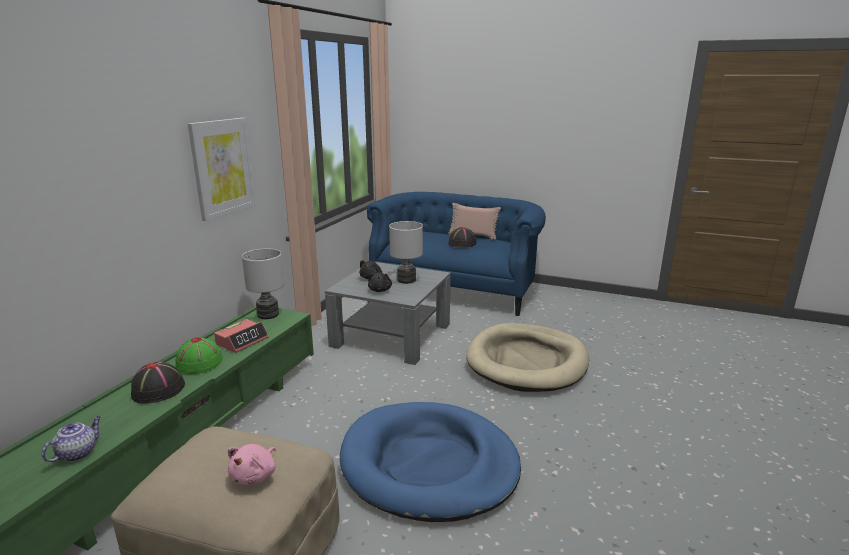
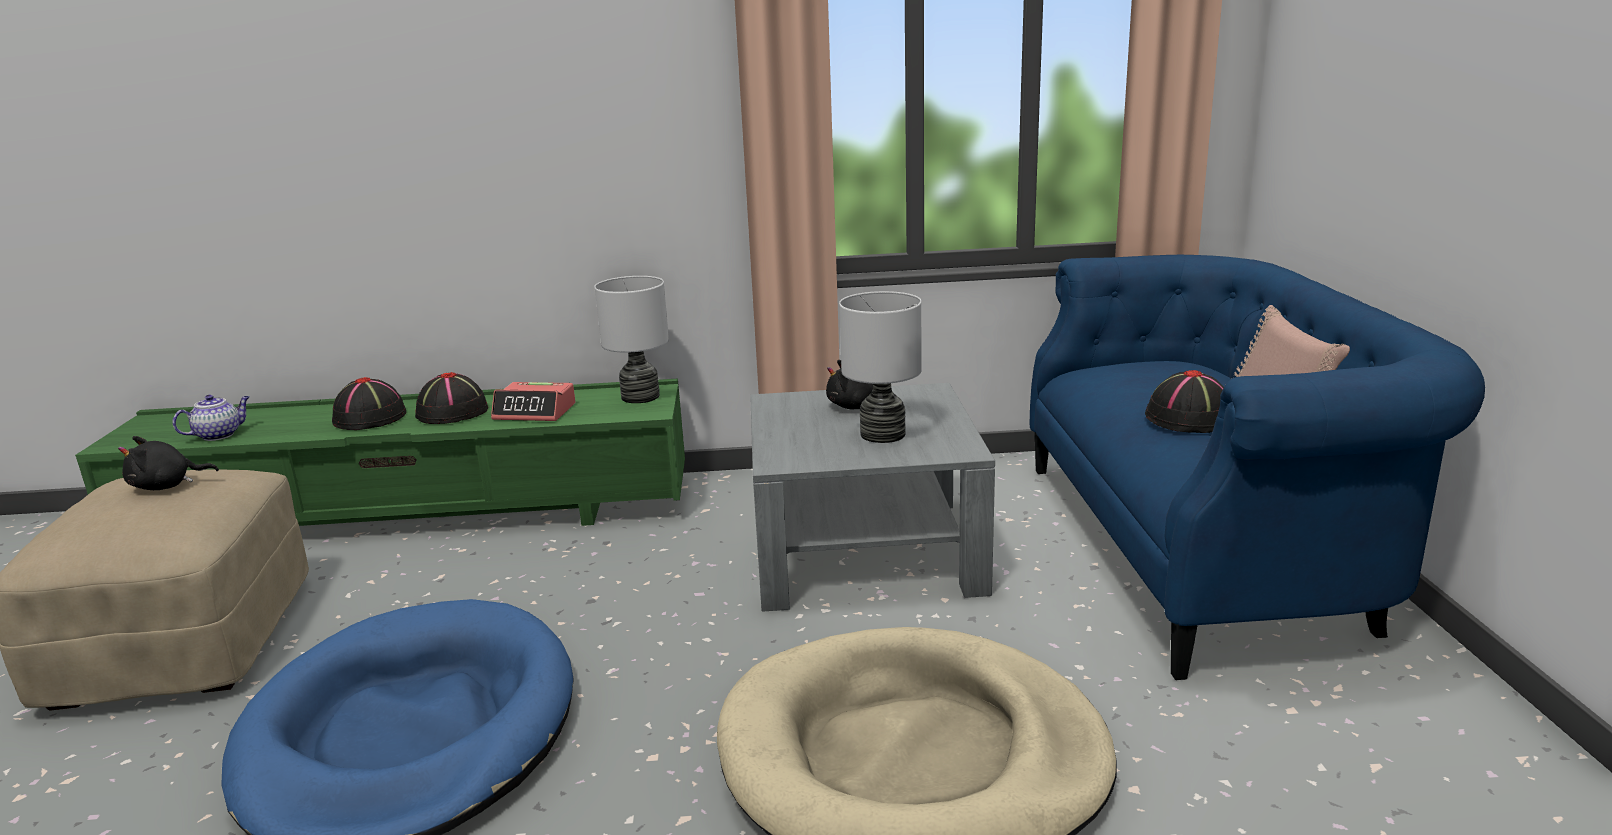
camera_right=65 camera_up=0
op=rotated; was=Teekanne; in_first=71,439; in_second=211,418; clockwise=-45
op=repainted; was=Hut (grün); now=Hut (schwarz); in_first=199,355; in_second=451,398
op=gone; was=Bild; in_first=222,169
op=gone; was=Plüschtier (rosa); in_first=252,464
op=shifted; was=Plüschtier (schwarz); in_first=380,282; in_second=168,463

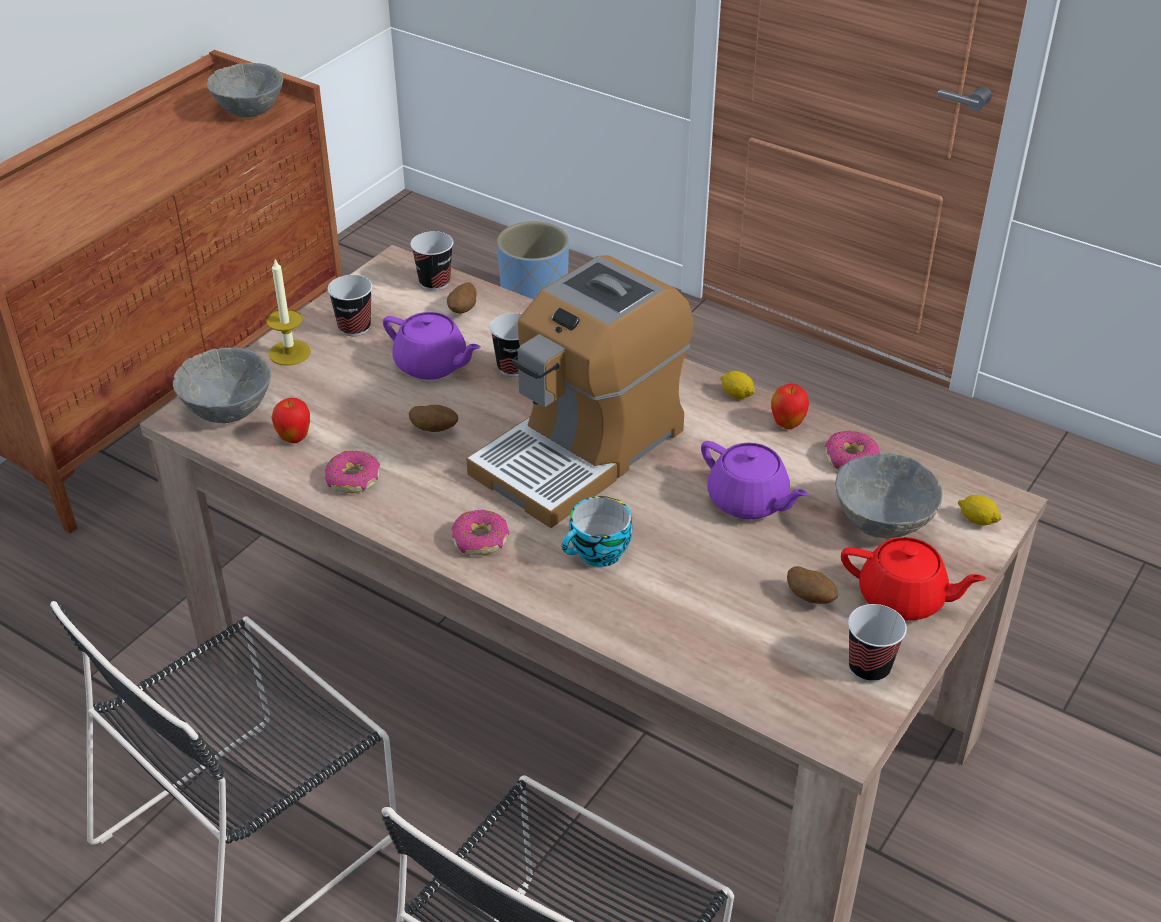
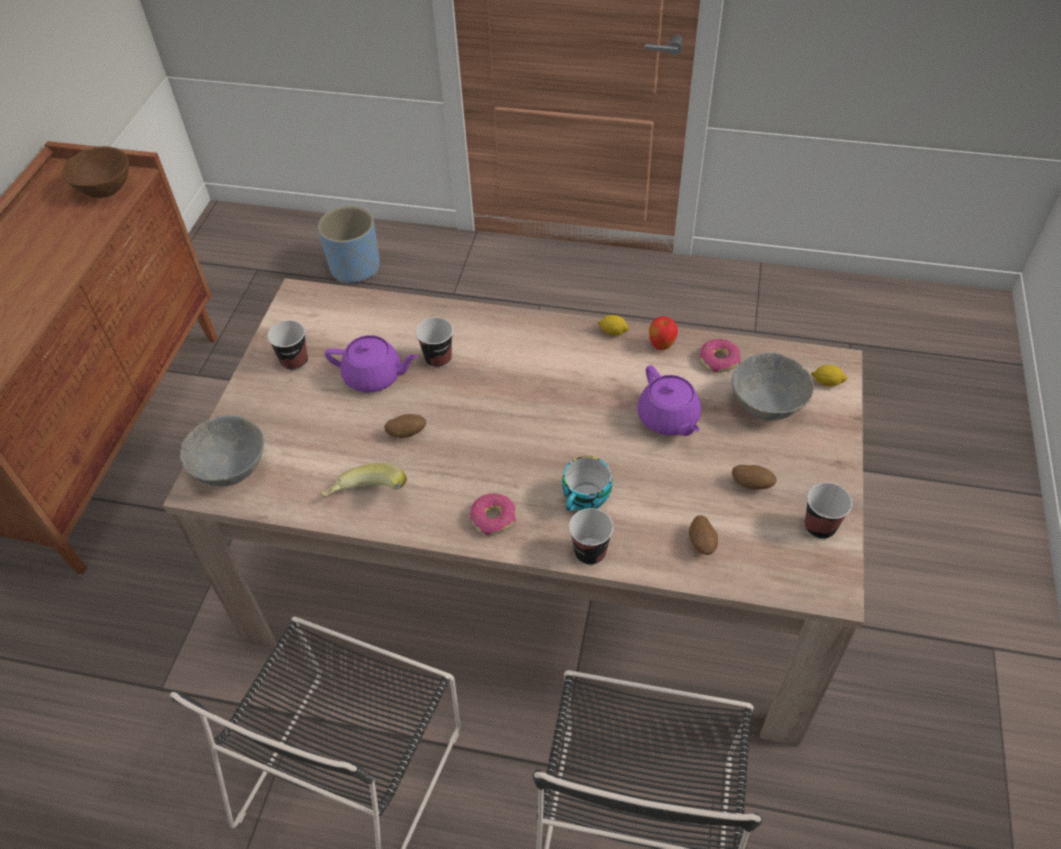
camera_right=-20 camera_up=10
op=repainted; was=Schüssel (grau); now=Schüssel (braun); in_first=245,90; in_second=95,172
op=gone; was=Kerze; in_first=288,312
op=gone; was=Apfel; in_first=290,420
op=swapped; was=Donut; now=Banane; in_first=352,472; in_second=364,480
op=shifted; was=Tasse; in_first=431,261; in_second=591,536
op=shifted; was=Kartoffel; in_first=461,298; in_second=703,535
op=gone; was=Kaffeemaschine; in_first=580,391
op=rotated; was=Teekanne (lila); in_first=755,480; in_second=669,400; clockwise=45
op=gone; was=Teekanne (rot); in_first=913,578

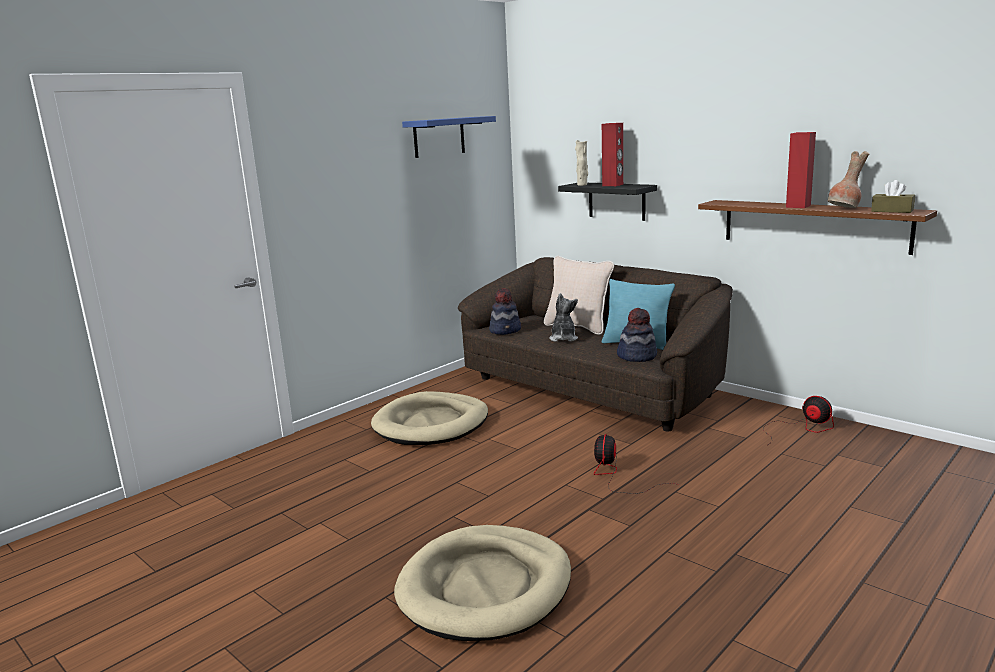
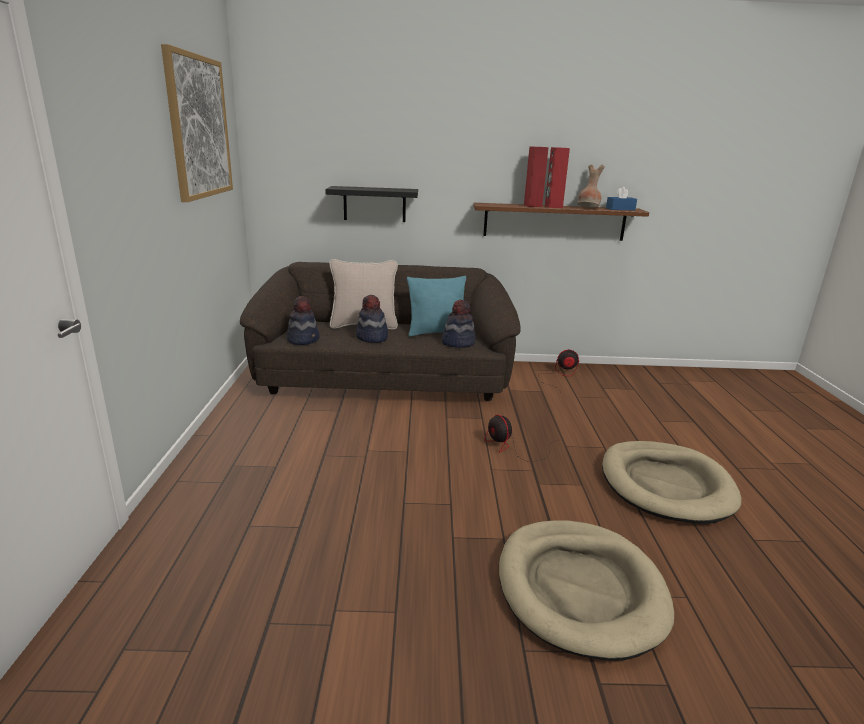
camera_right=-45 camera_up=5
op=shifted; was=Hundebett (beige); in_first=429,418; in_second=671,482
op=swapped; was=Wandregal (blau); now=Bild; in_first=449,137; in_second=197,123
op=swapped; was=Plüschtier; now=Hut; in_first=563,317; in_second=372,319
op=gone; was=Vase (beige); in_first=581,163
op=shifted; was=Lautsprecher (rot); in_first=612,154; in_second=536,176
op=repainted; was=Taschentuchbox (braun); now=Taschentuchbox (blau); in_first=893,196; in_second=621,198

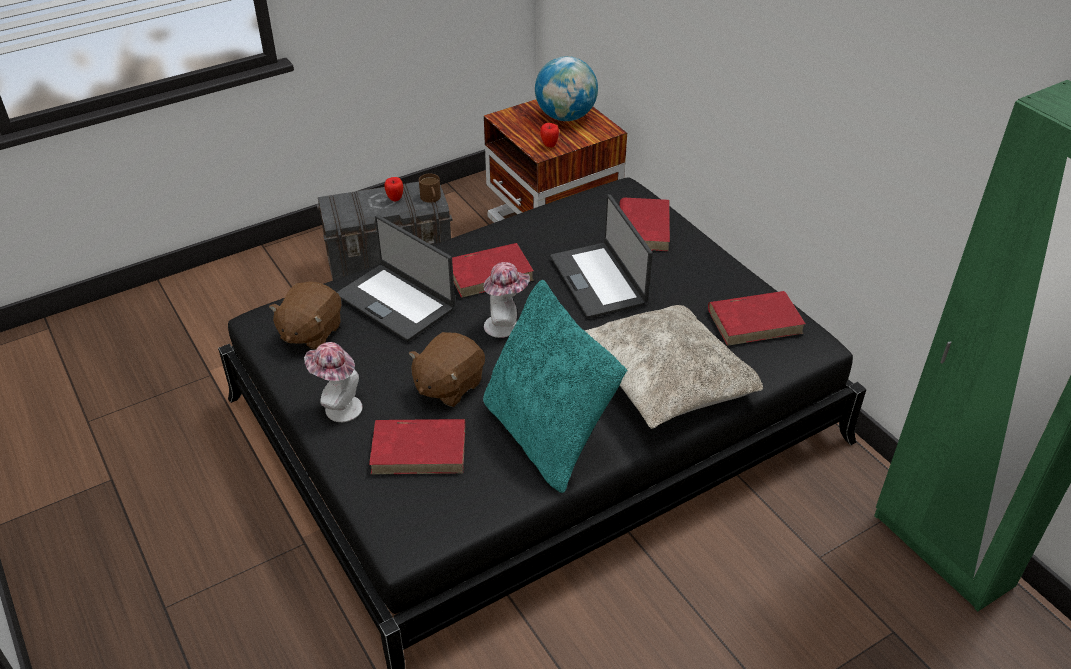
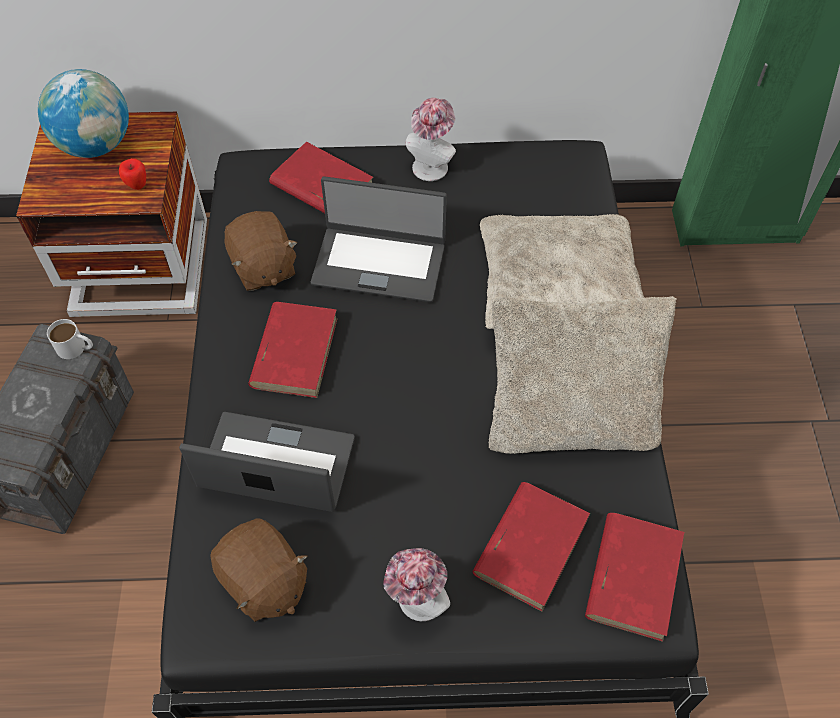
camera_right=-60 camera_up=15
op=rotated; was=Laptop; in_first=396,278; in_second=267,462; clockwise=-150
op=gone; was=Apfel; in_first=394,189
op=shifted; was=Plüschtier (braun); in_first=447,369; in_second=260,251
op=repainted; was=Henkelbecher (braun); now=Henkelbecher (weiß); in_first=430,188; in_second=70,339
op=repainted; was=Kissen (türkis); now=Kissen (beige); in_first=555,386; in_second=582,375
op=shifted; was=Hut; in_first=507,300; in_second=430,139
op=shifted; was=Buch (rot); in_first=757,318; in_second=635,577

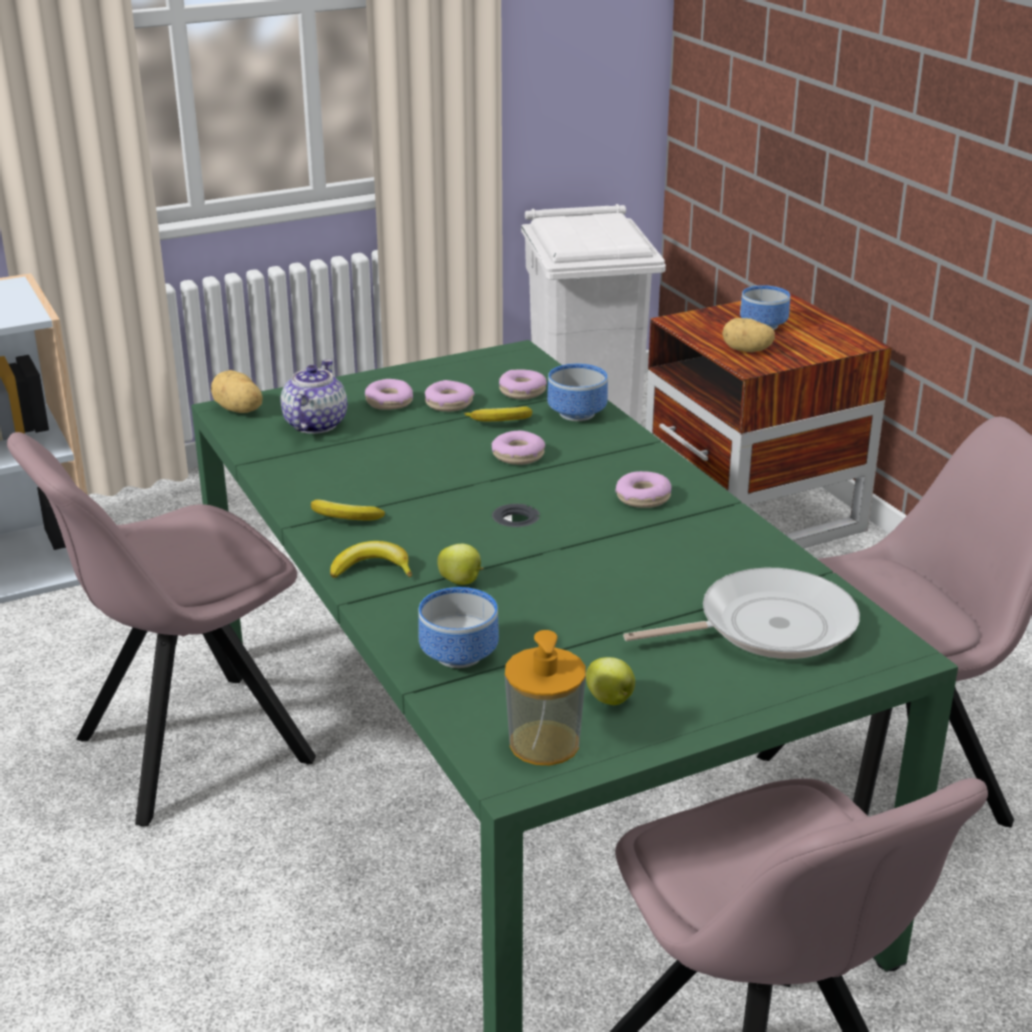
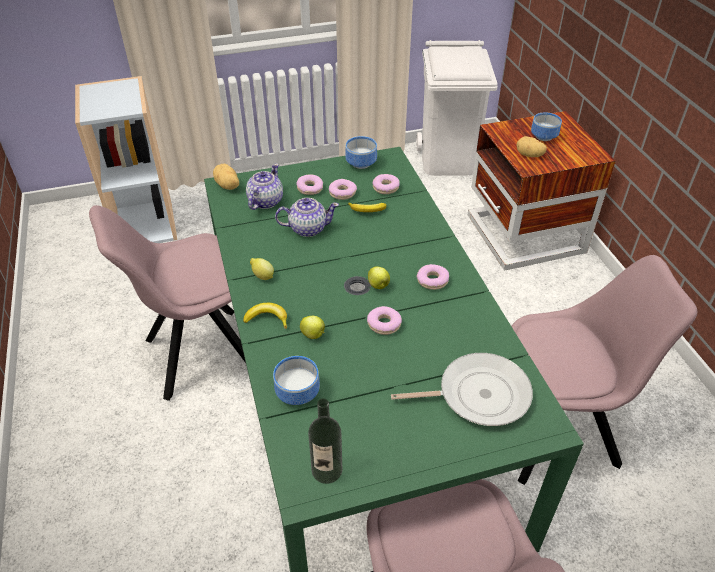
camera_right=10 camera_up=15
op=swapped; was=Banane; now=Zitrone; in_first=348,510; in_second=262,269
op=shifted; was=Donut; in_first=518,448; in_second=384,320
op=swapped; was=Seifenspender; now=Flasche; in_first=545,697; in_second=325,441
op=shifted; was=Schüssel; in_first=577,392; in_second=361,152
op=shifted; was=Apfel; in_first=610,681; in_second=379,277
op=new; now=Teekanne; in_second=307,217

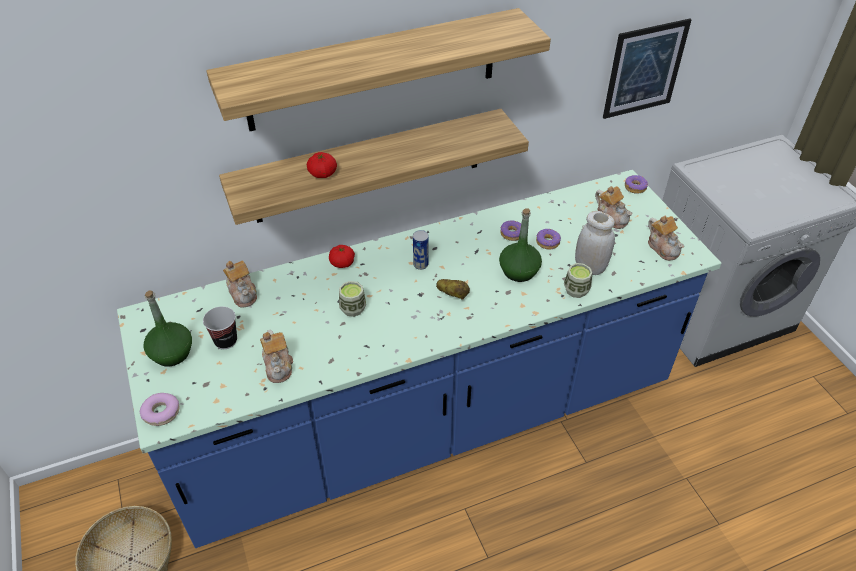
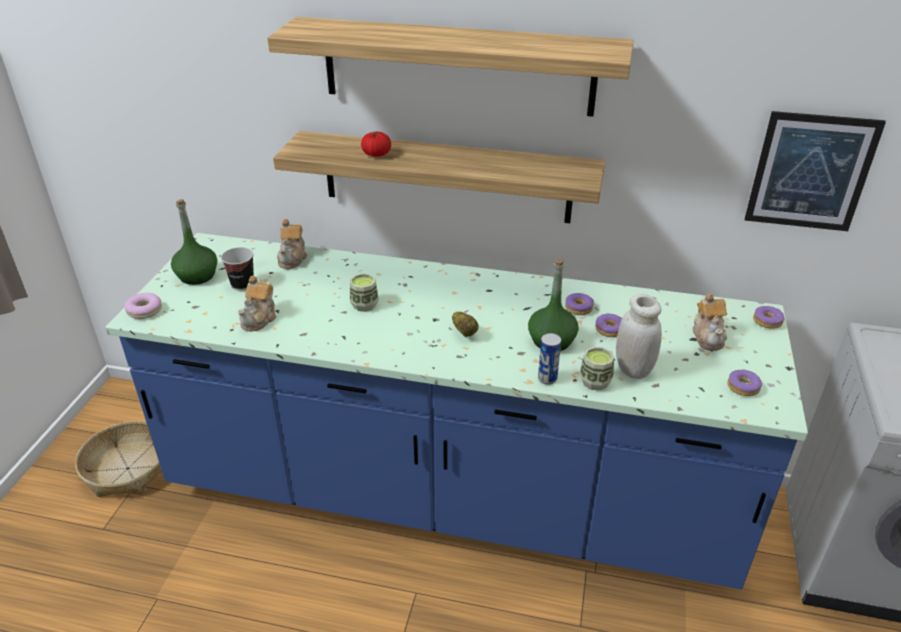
camera_right=35 camera_up=-10
op=gone; was=Tomate; in_first=342,256
op=shifted; was=Dose; in_first=421,250; in_second=549,359
op=swapped; was=Teekanne; now=Donut; in_first=666,238; in_second=744,383

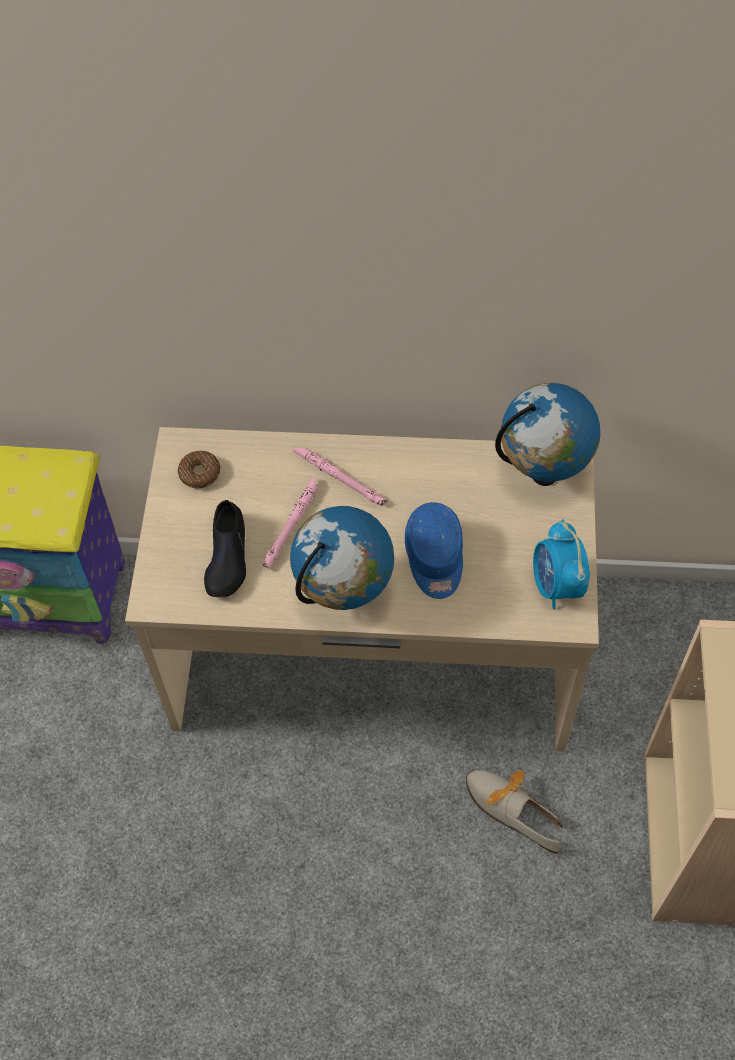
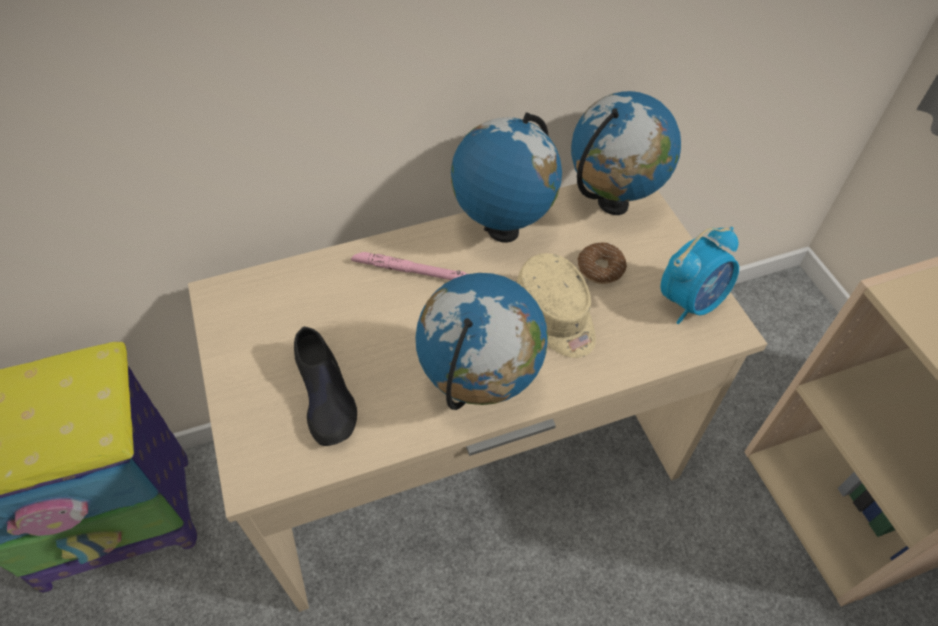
camera_right=-25 camera_up=-5
op=shifted; was=Donut; in_first=199,470; in_second=602,263
op=gone; was=Taschenlampe (rosa); in_first=290,523
op=repainted; was=Kappe (blau); now=Kappe (beige); in_first=434,550; in_second=556,305
op=gone; was=Schuh; in_first=514,812
op=rotated; was=Wecker; in_first=561,564; in_second=700,275; clockwise=-90
op=new; now=Globus; in_second=506,178

